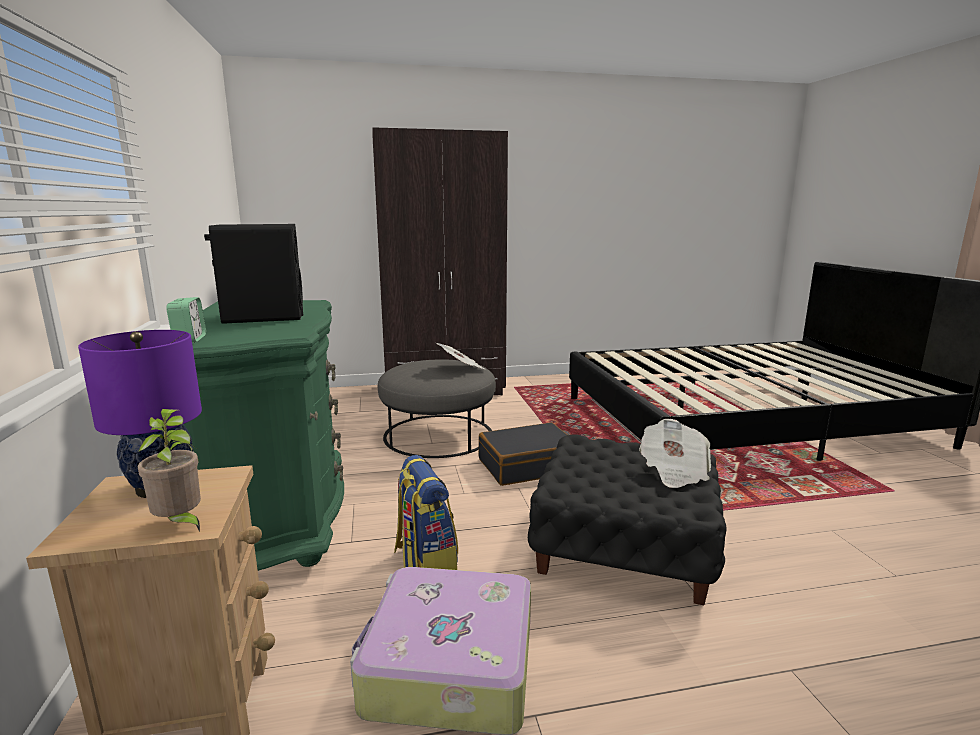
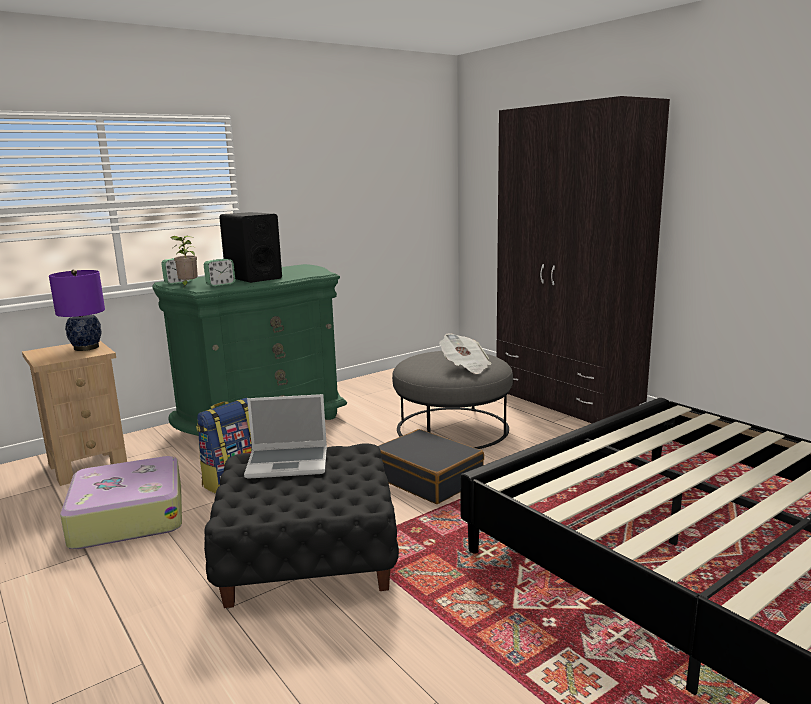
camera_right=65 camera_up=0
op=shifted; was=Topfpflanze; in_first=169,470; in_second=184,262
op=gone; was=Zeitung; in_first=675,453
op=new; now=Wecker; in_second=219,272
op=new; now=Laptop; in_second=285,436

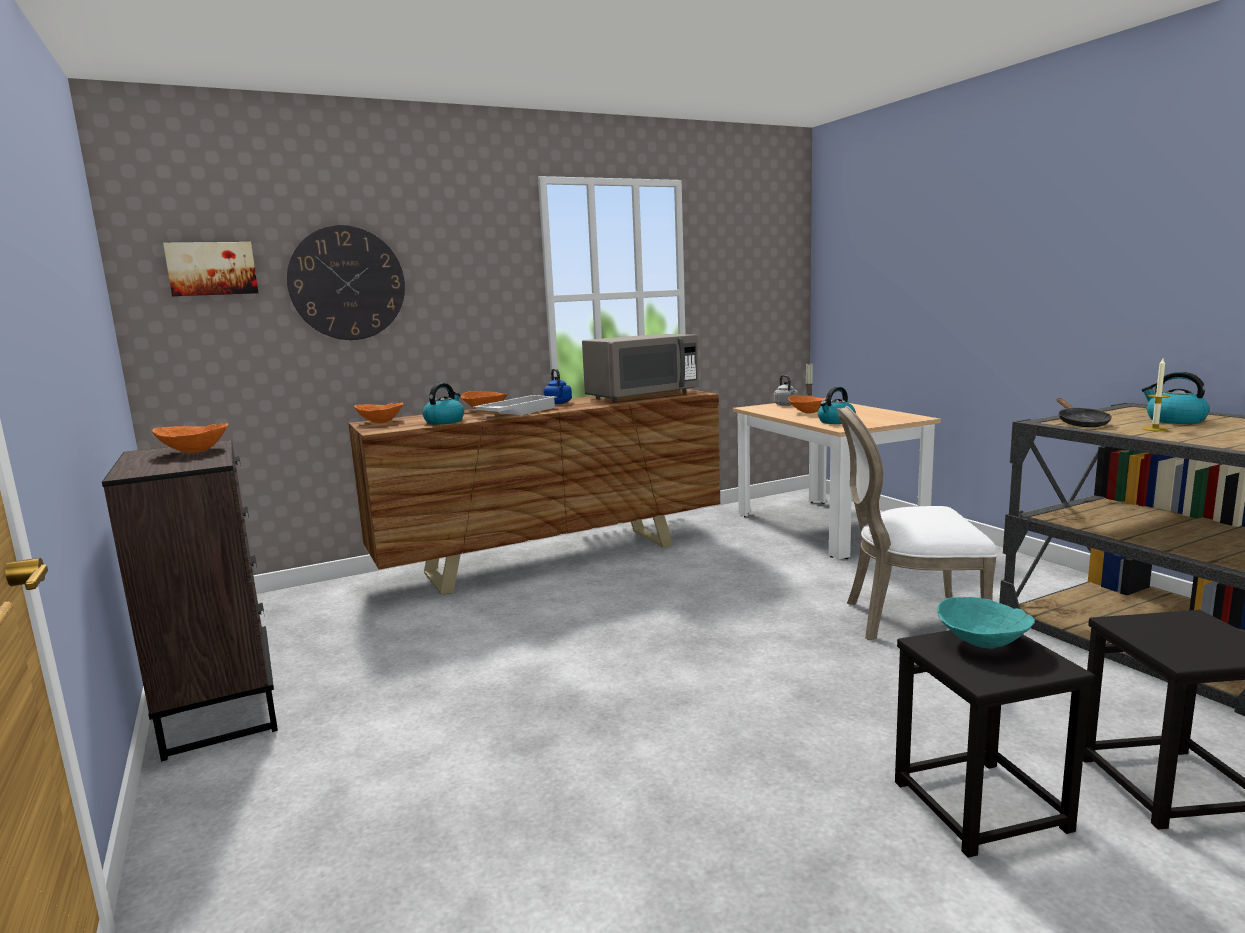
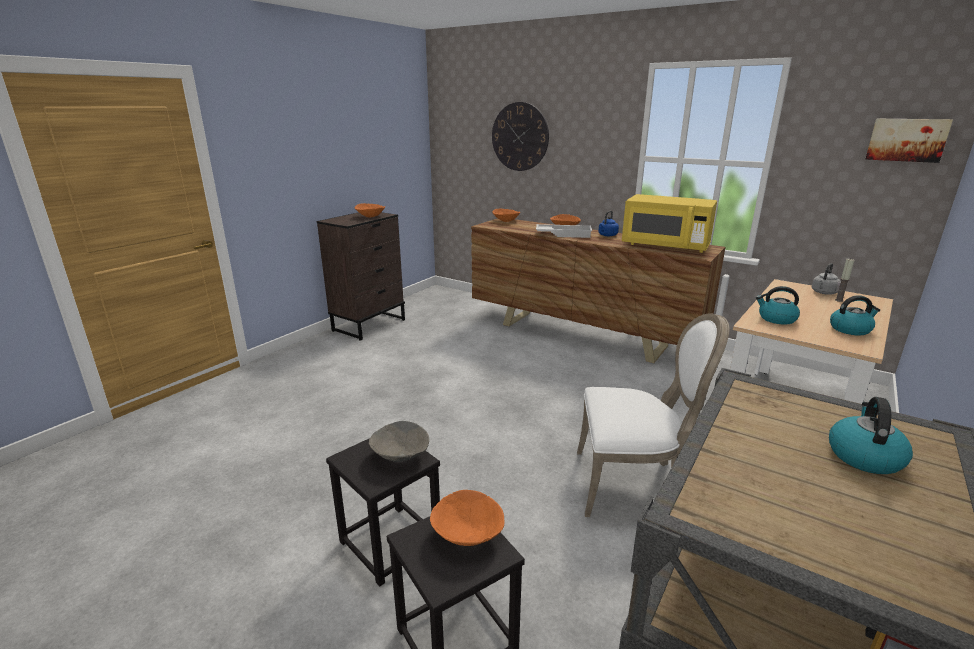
camera_right=60 camera_up=10
op=shifted; was=Bild; in_first=210,269; in_second=909,141
op=shifted; was=Wasserkessel; in_first=443,403; in_second=855,315
op=repainted; was=Mikrowelle (grau); now=Mikrowelle (gelb); in_first=640,368; in_second=669,223
op=shifted; was=Schüssel (orange); in_first=807,404; in_second=467,518
op=rotated; was=Stuhl (weiß); in_first=917,523; in_second=653,415; clockwise=120
op=repainted; was=Schüssel (türkis); now=Schüssel (grau); in_first=986,622; in_second=399,441
op=gone; was=Pfanne (schwarz); in_first=1084,412
op=gone; was=Kerze; in_first=1156,395

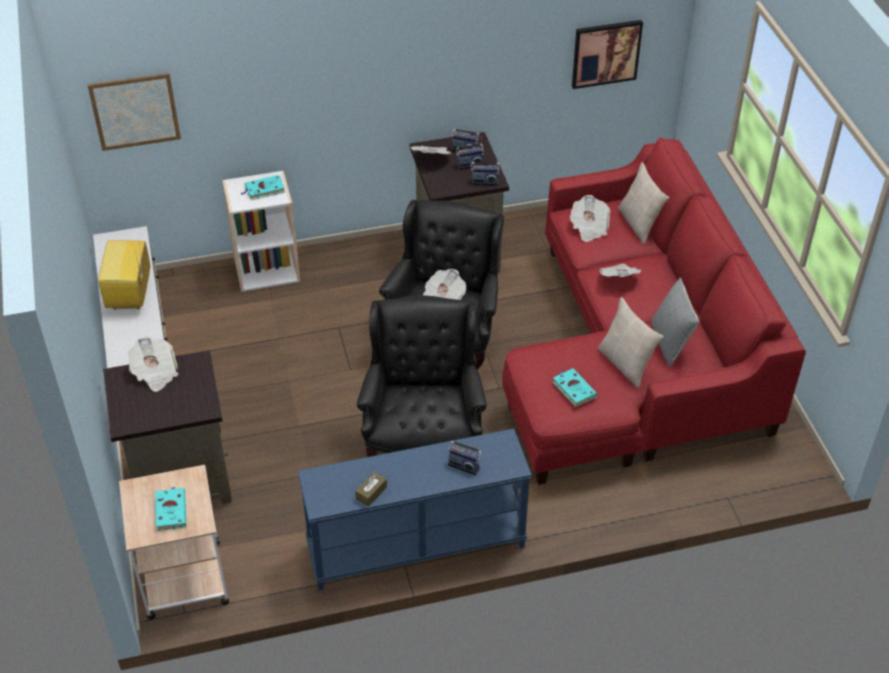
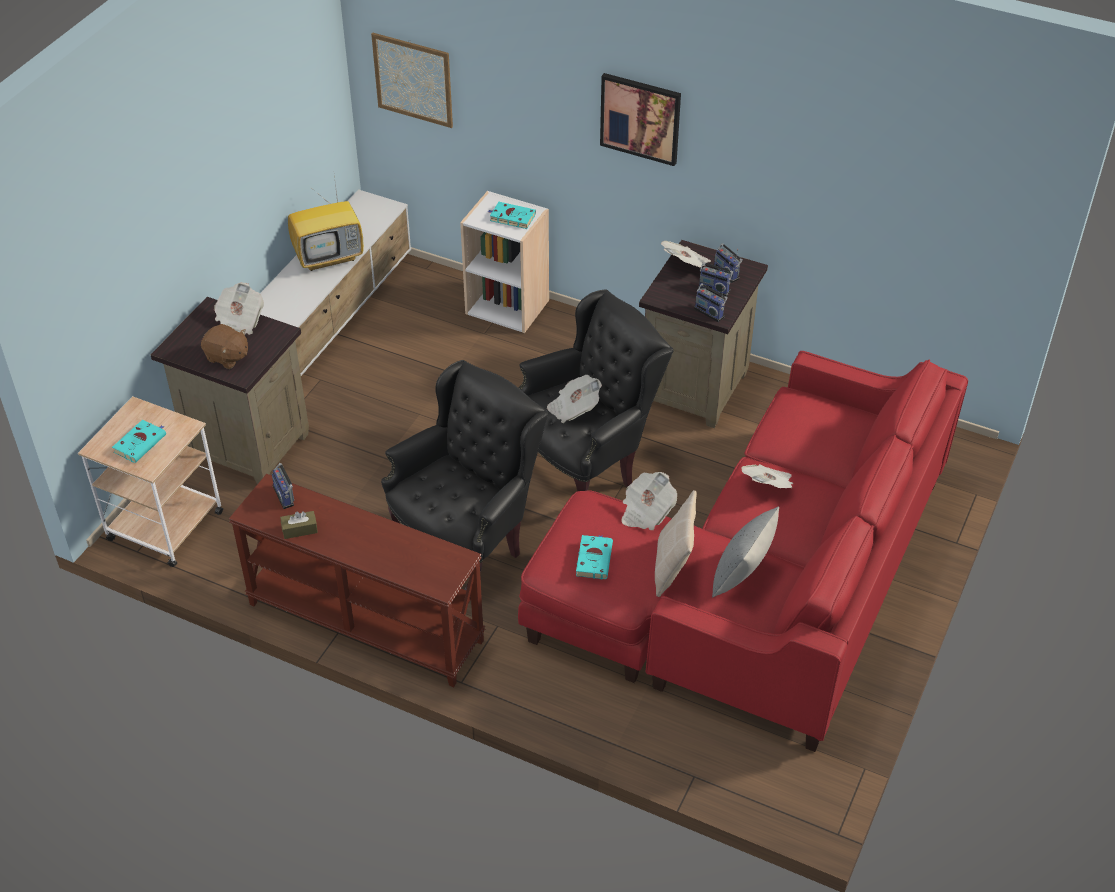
camera_right=40 camera_up=0
op=rotated; was=Fernseher; in_first=124,272; in_second=326,223; clockwise=-150
op=repainted; was=Konsolentisch (blau); now=Konsolentisch (braun); in_first=415,510; in_second=357,580
op=shifted; was=Radio; in_first=465,458; in_second=283,486
op=shifted; was=Zeitung; in_first=589,218; in_second=649,501
op=shifted; was=Bild; in_first=607,54; in_second=640,119
op=gone; was=Kissen (beige); in_first=643,203
op=new; now=Plüschtier (braun); in_second=224,346

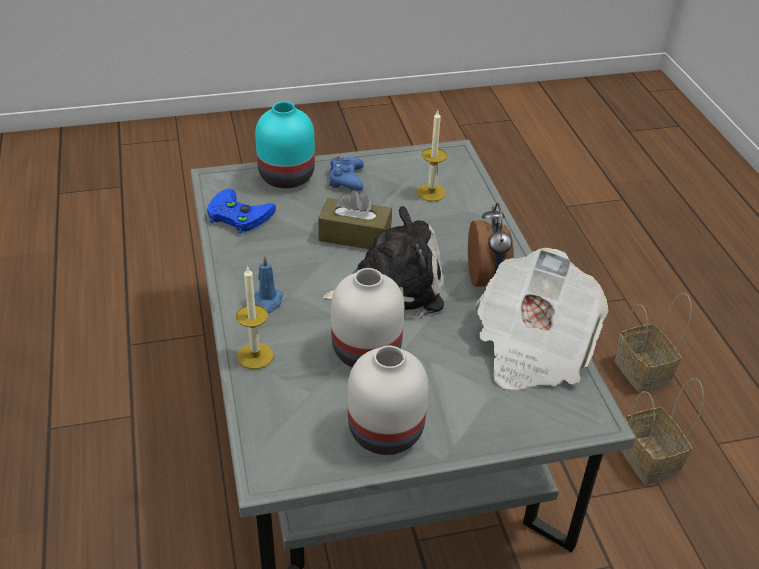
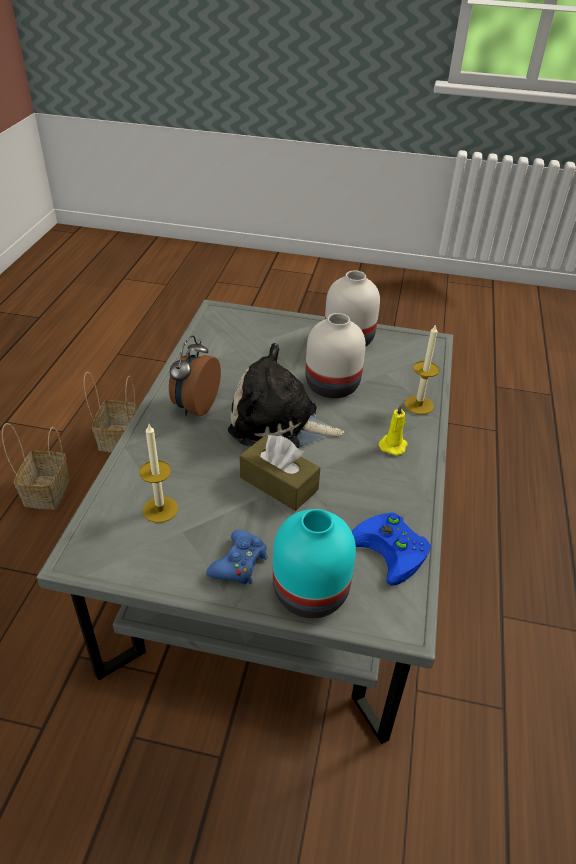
camera_right=-155 camera_up=0
op=repainted; was=Kerze (blau); now=Kerze (gelb); in_first=268,285; in_second=393,429
op=gone; was=Zeitung; in_first=542,319

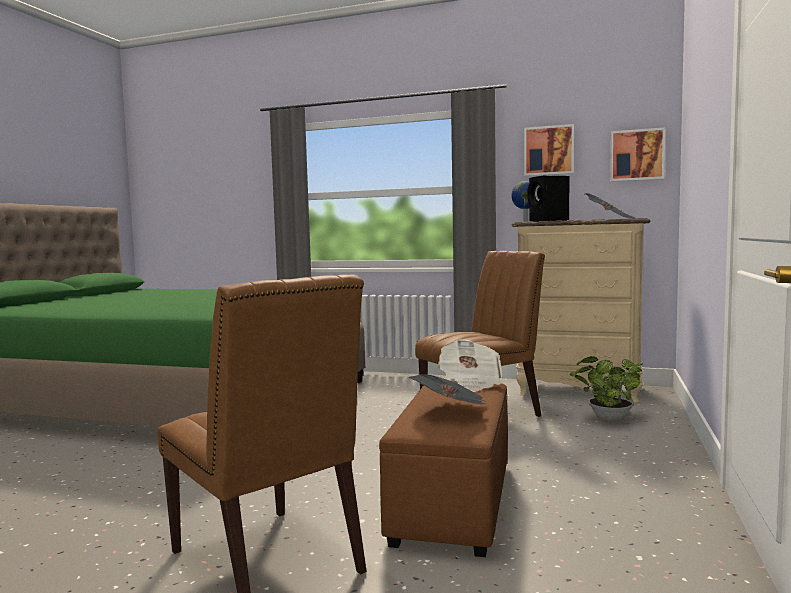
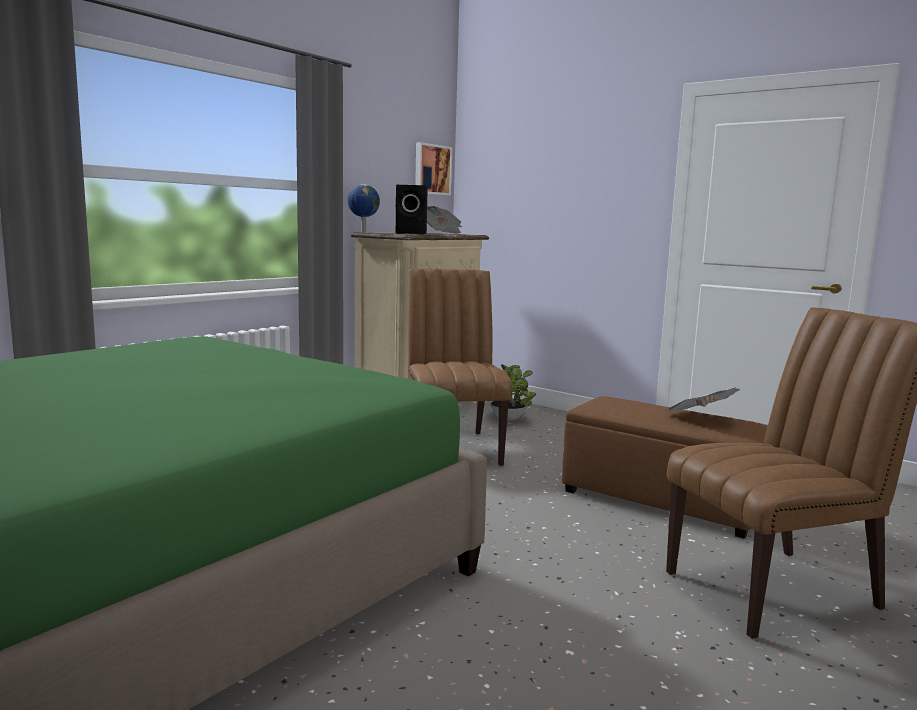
camera_right=-70 camera_up=5
op=gone; was=Zeitung; in_first=470,365
op=gone; was=Bild; in_first=549,150

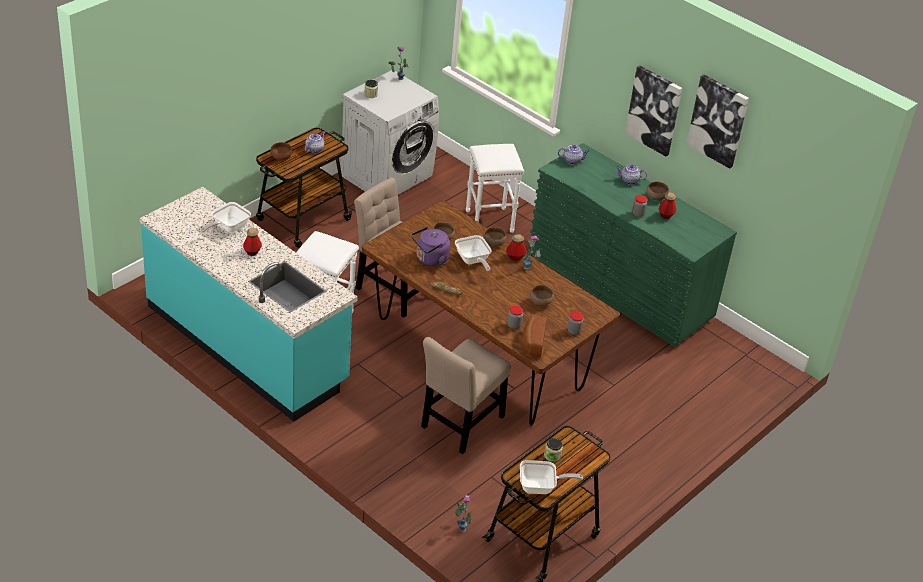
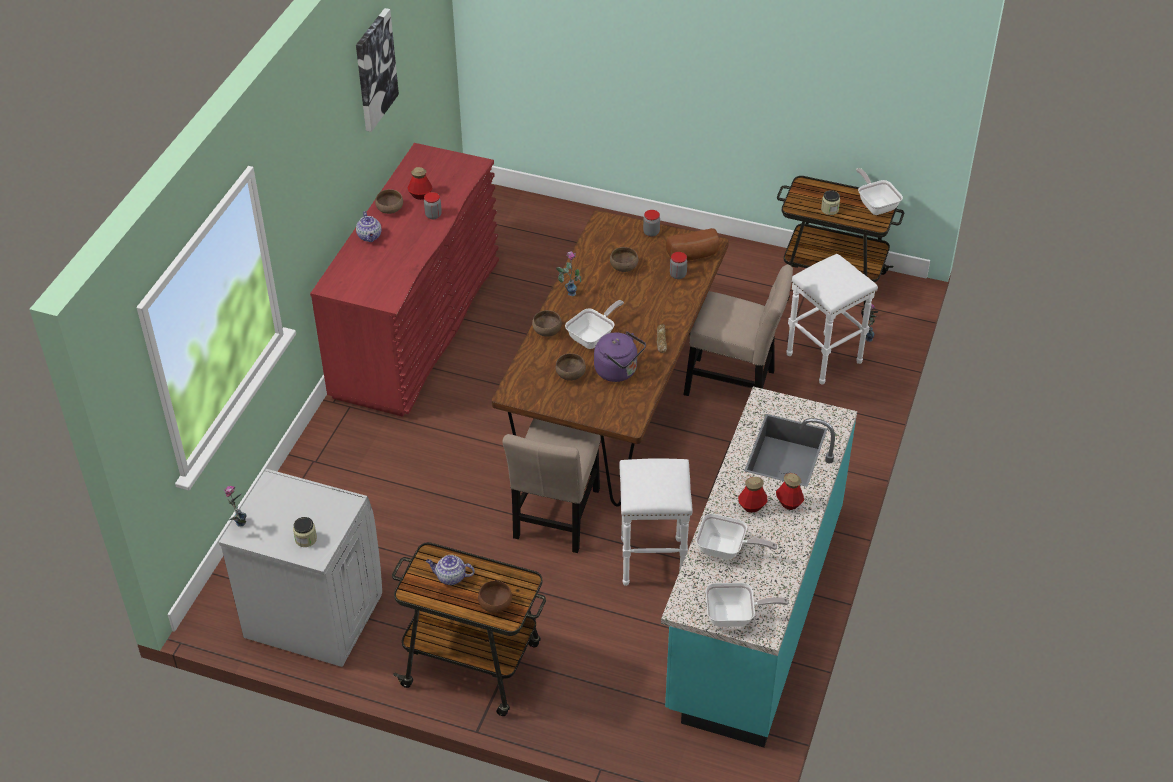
camera_right=-110 camera_up=5
op=shifted; was=Hocker (weiß); in_first=495,188; in_second=832,319
op=shifted; was=Flasche; in_first=516,247; in_second=790,491
op=repainted; was=Kommode (grün); now=Kommode (rot); in_first=632,245; in_second=404,280
op=gone; was=Teekanne; in_first=574,155
op=gone; was=Bild; in_first=653,110
op=new; now=Pfanne; in_second=747,605

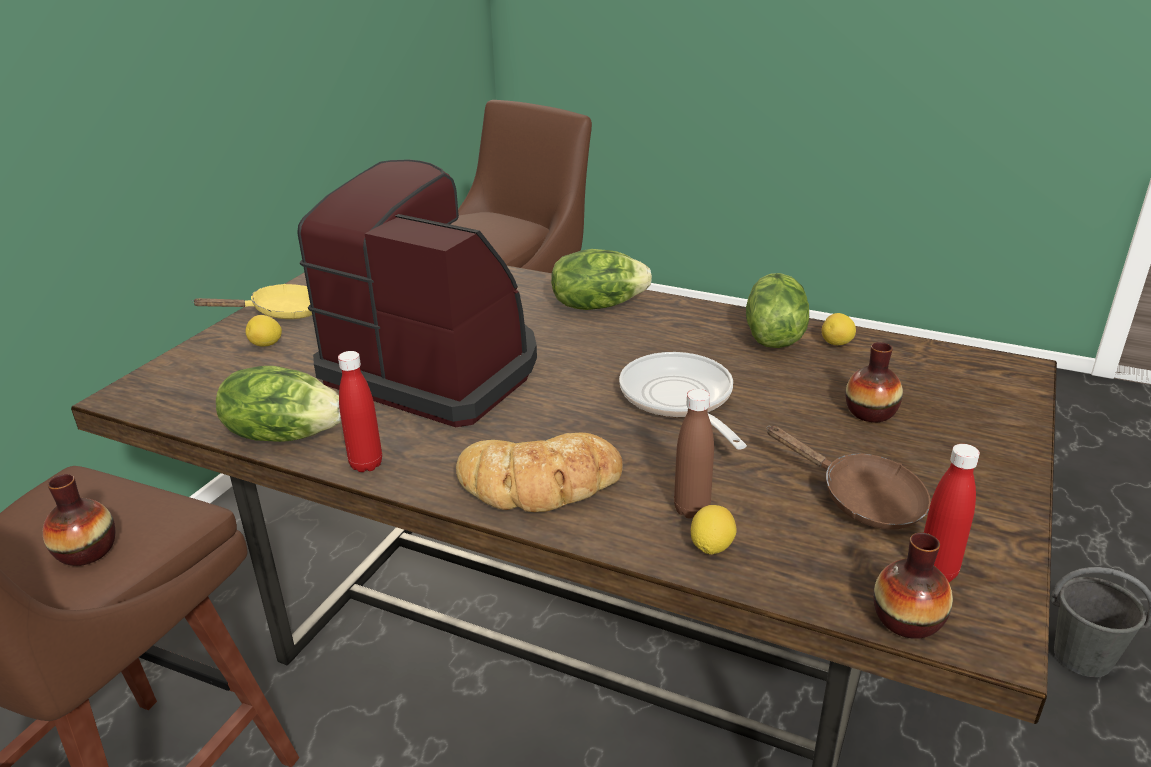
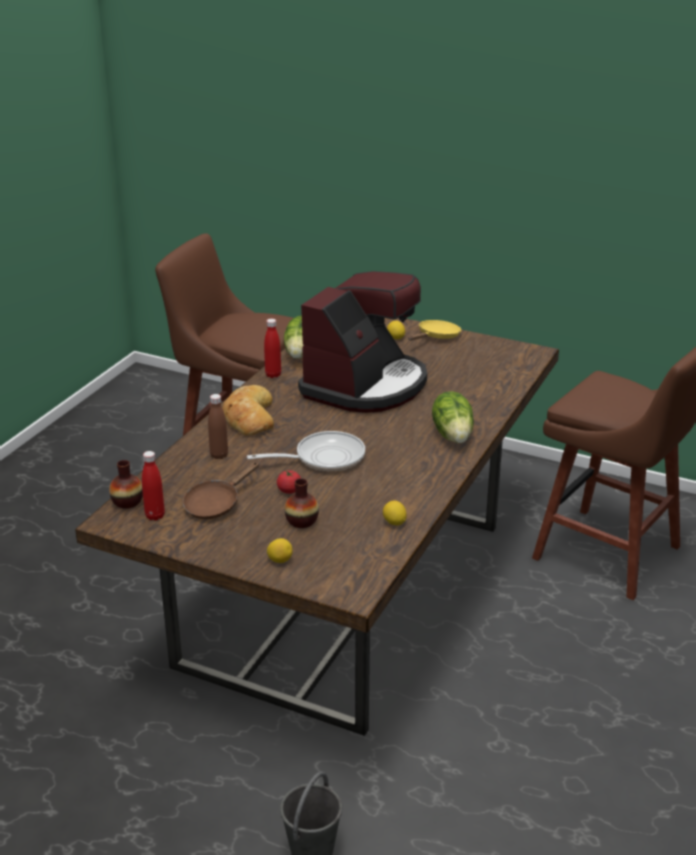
camera_right=90 camera_up=0
op=gone; was=Vase; in_first=79,520
op=rotated; was=Pfanne (gelb); in_first=251,301; in_second=435,330; clockwise=-120
op=shifted; was=Zitrone; in_first=714,530; in_second=280,550
op=gone; was=Salatkopf; in_first=777,310
op=new; now=Tomate; in_second=289,482

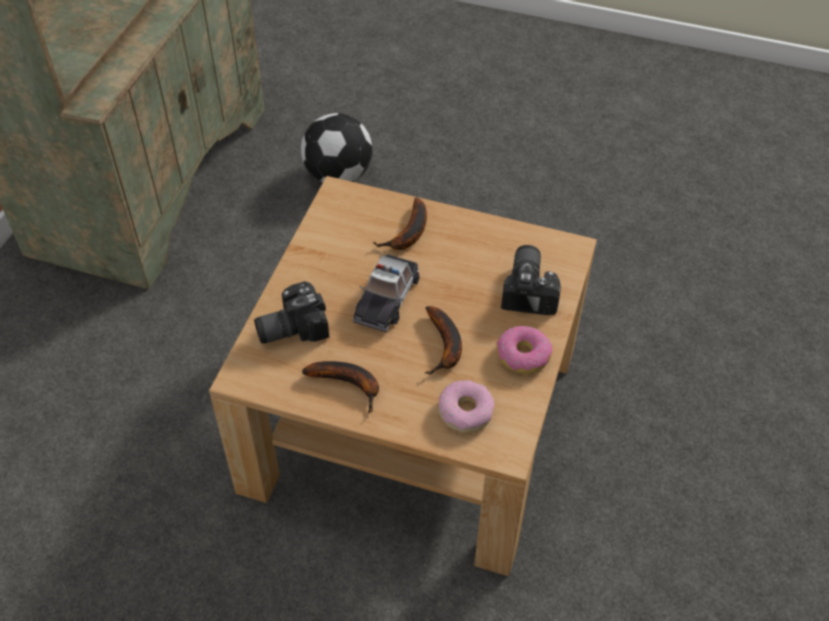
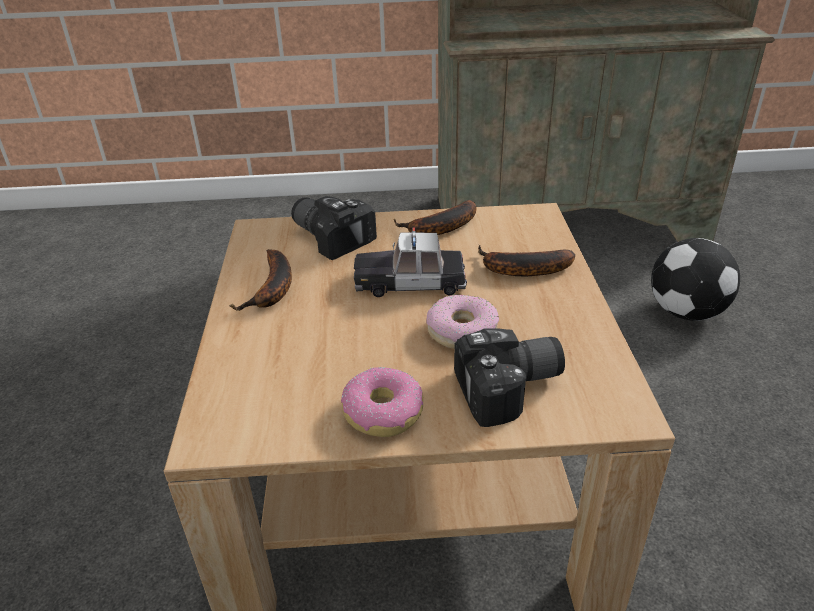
camera_right=70 camera_up=-15
op=shifted; was=Banane; in_first=443,340; in_second=435,217
op=shifted; was=Donut; in_first=466,406; in_second=462,322

